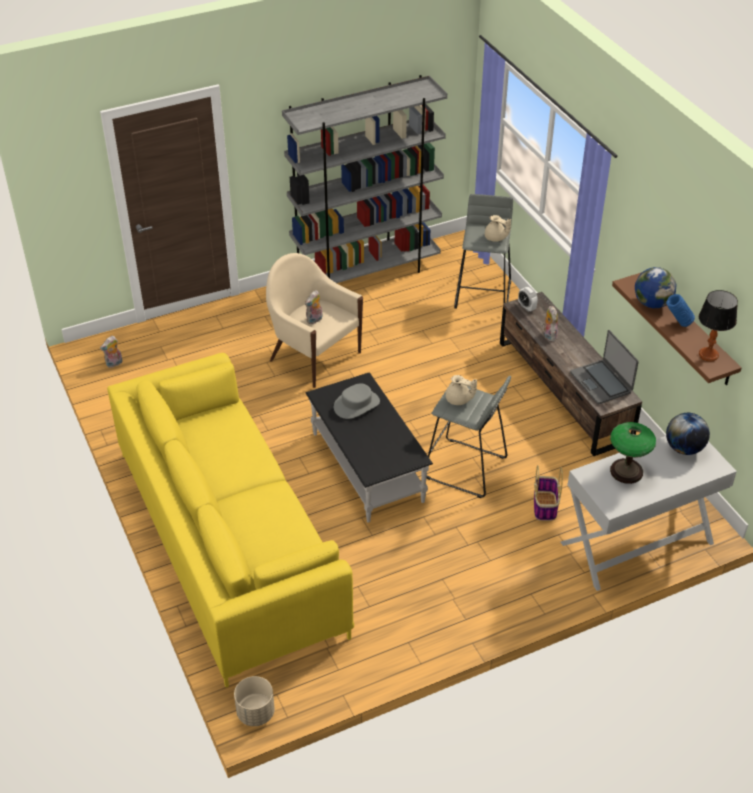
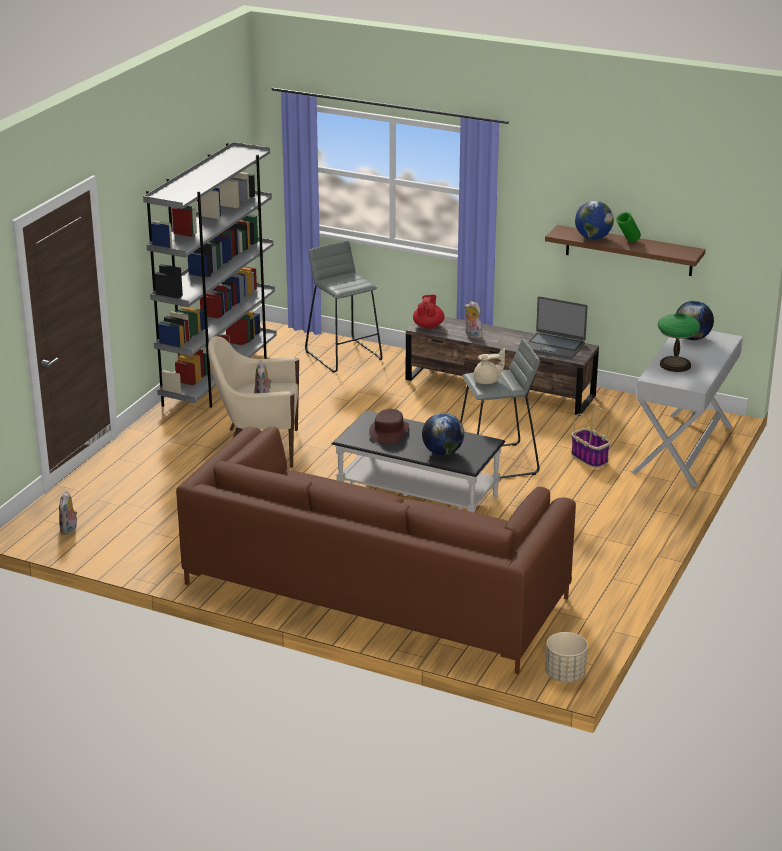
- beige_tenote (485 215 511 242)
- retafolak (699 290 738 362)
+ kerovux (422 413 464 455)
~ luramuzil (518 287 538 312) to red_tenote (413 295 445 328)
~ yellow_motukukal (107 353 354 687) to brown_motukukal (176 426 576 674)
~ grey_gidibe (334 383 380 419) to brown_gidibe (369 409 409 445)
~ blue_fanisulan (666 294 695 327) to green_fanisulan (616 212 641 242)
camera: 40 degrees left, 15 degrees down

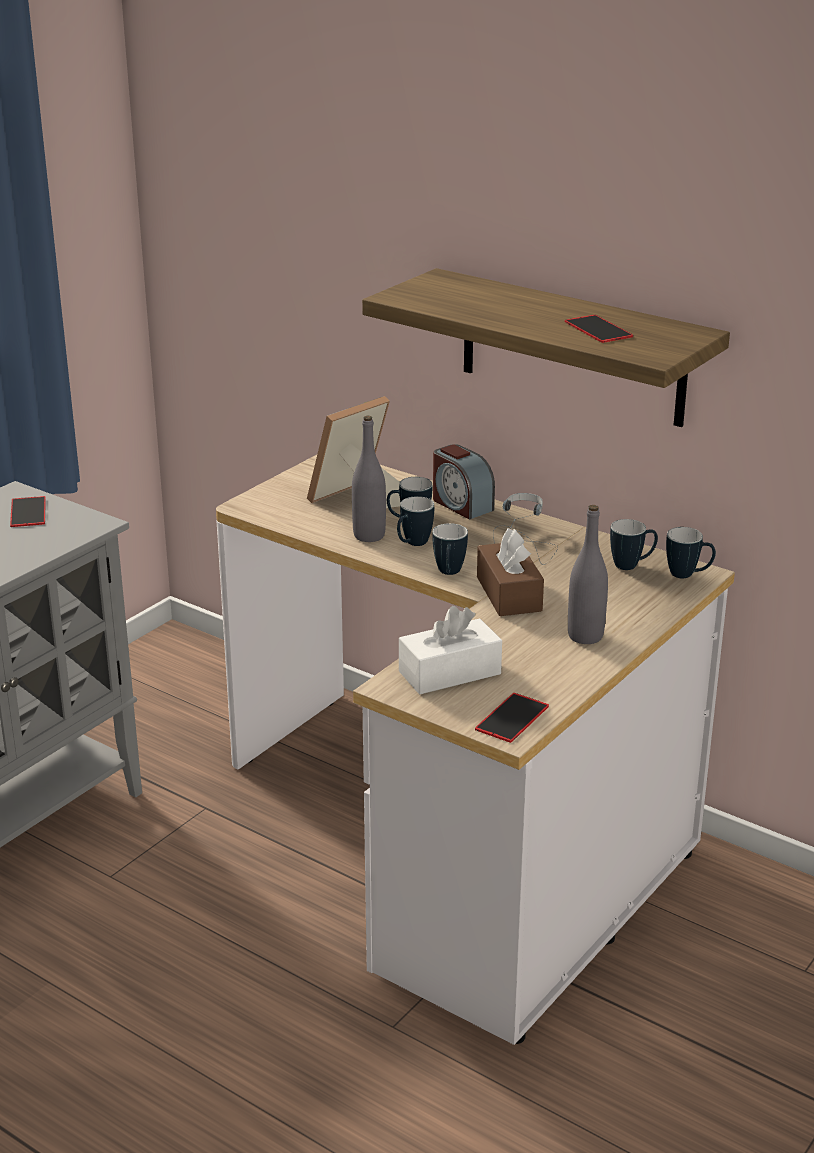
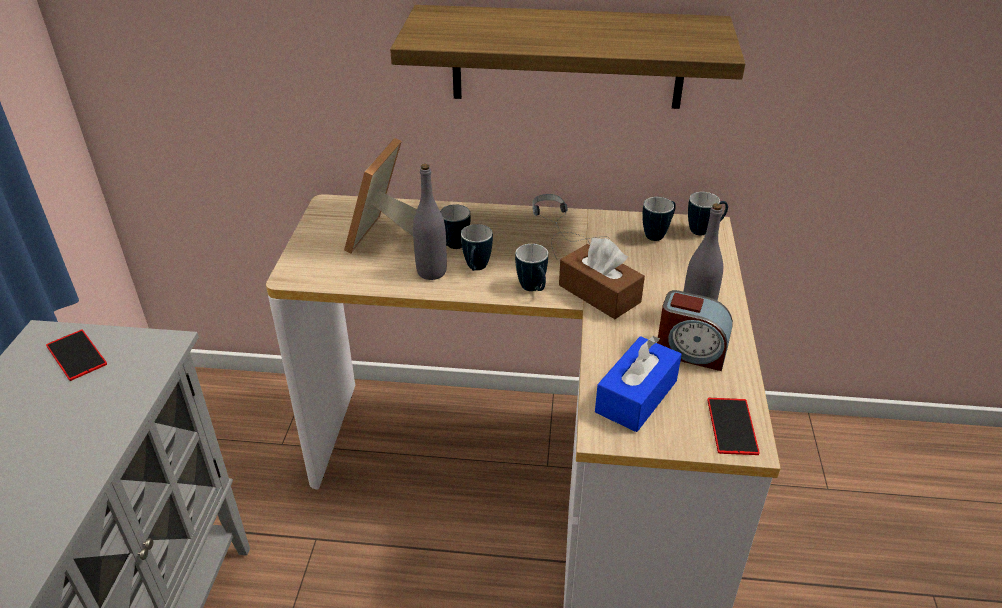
- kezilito (565 315 633 343)
~ luramuzil (433 444 495 519) to (657 290 733 371)
~ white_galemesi (399 606 502 694) to blue_galemesi (595 336 682 432)
camera: 30 degrees left, 10 degrees up

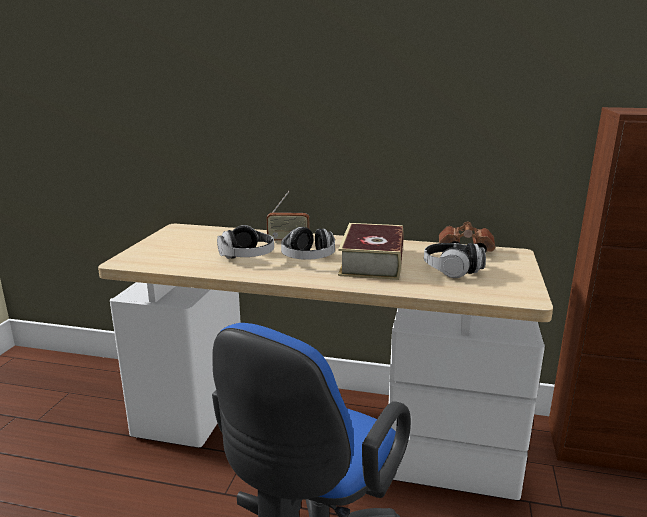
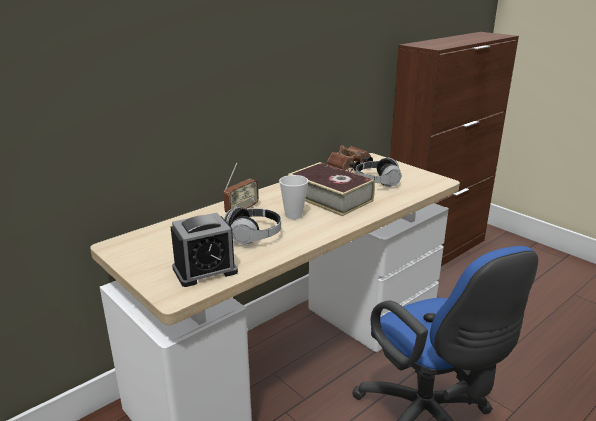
+ luramuzil (171 213 238 287)
~ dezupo (281 227 335 260) to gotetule (279 175 308 219)
camera: 55 degrees left, 5 degrees up

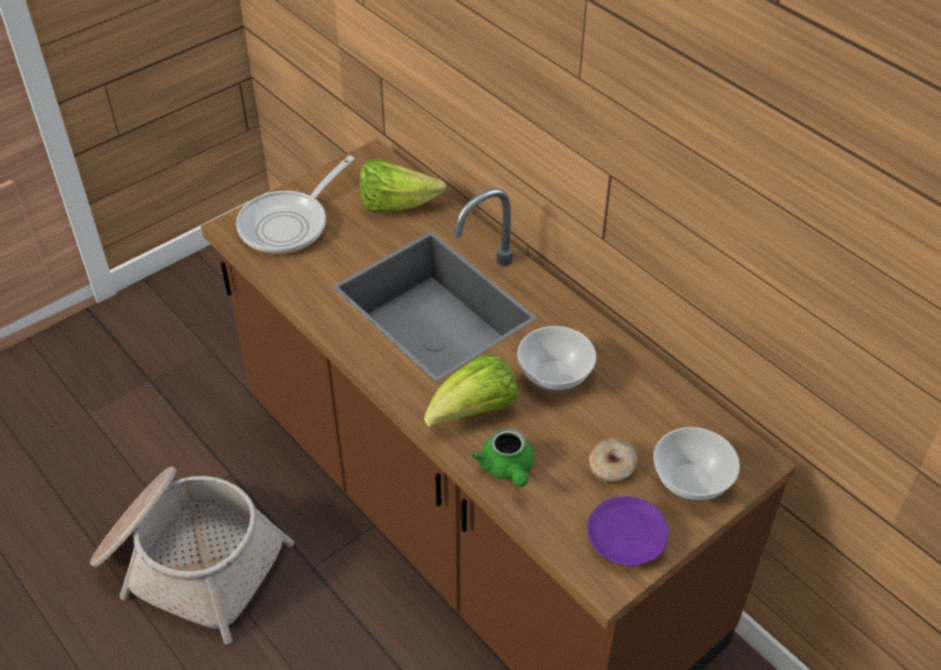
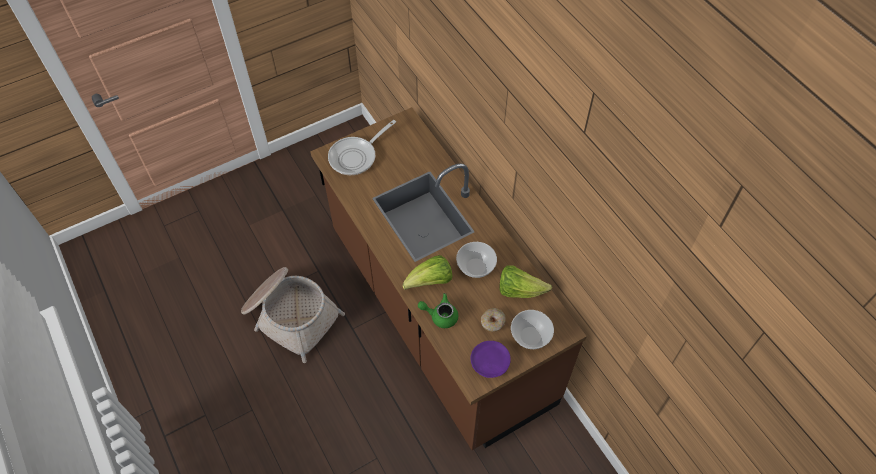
~ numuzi (360 159 446 213) to (499 265 552 298)
~ green_tenote (472 428 534 487) = (418 293 458 328) 105 degrees clockwise
camera: 10 degrees right, 10 degrees up

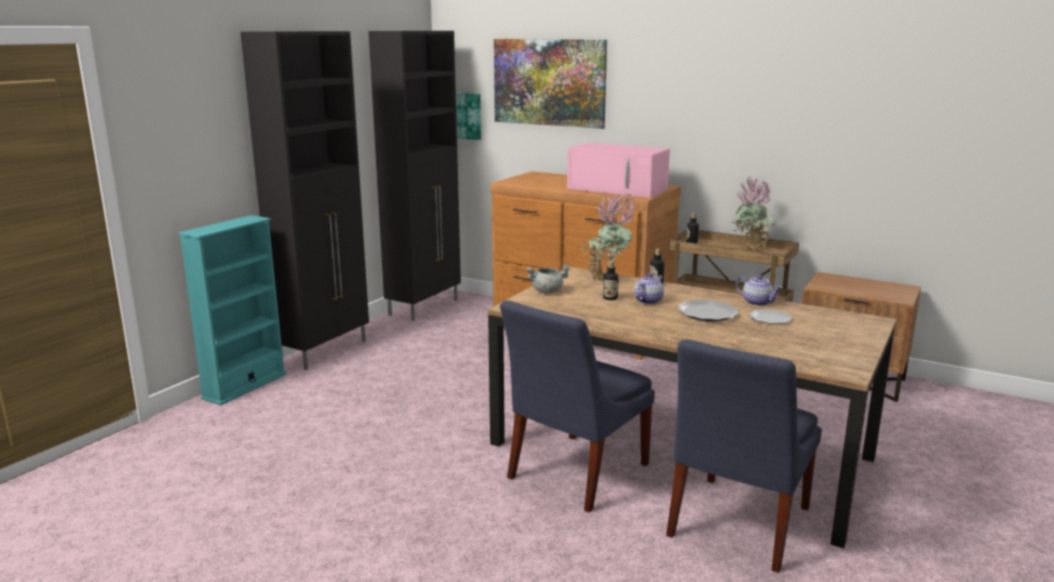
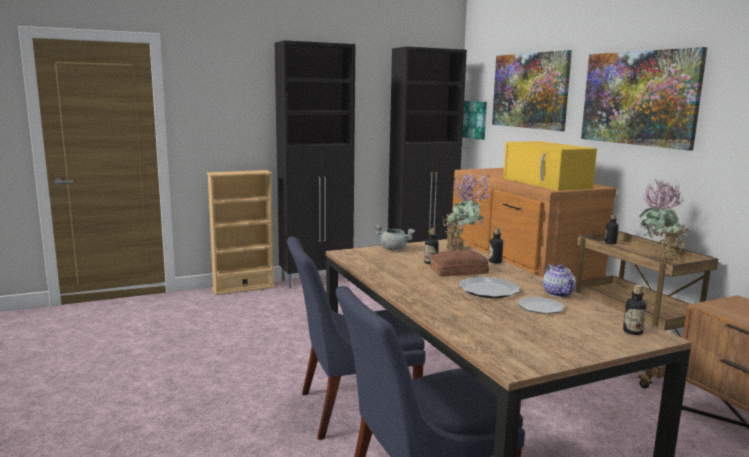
+ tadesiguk (581 47 708 151)
+ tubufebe (623 285 647 335)
~ tenote (634 274 664 304) to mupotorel (430 250 489 276)
~ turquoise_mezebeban (178 215 287 405) to beige_mezebeban (206 170 275 295)
~ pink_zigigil (567 142 670 198) to yellow_zigigil (503 141 597 191)
camera: 35 degrees right, 5 degrees down

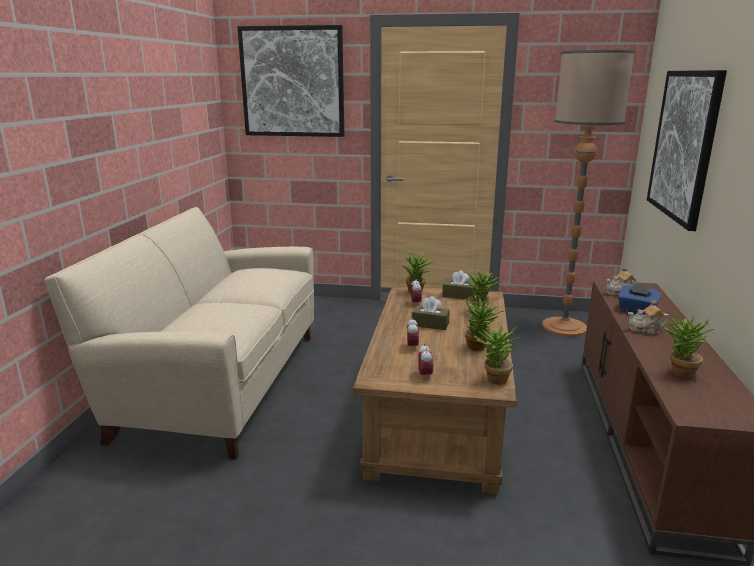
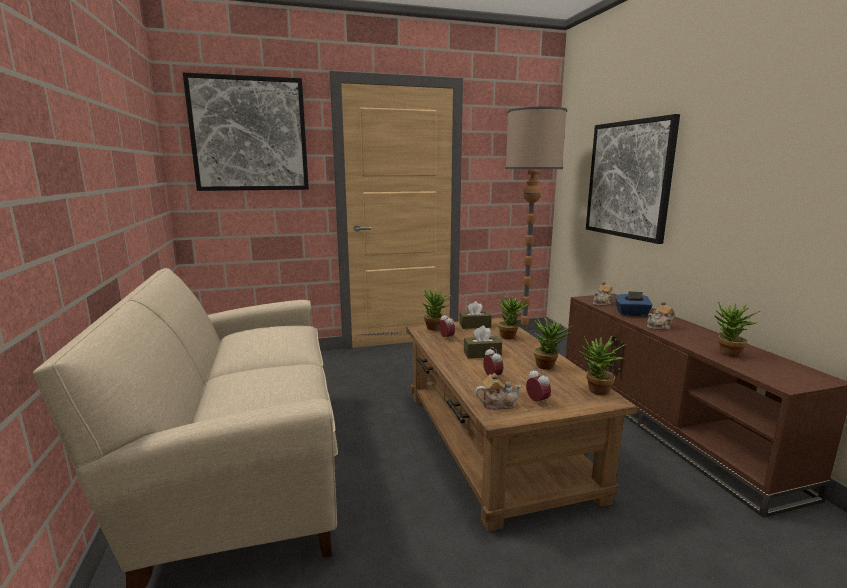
+ tenote (475 373 522 410)
camera: 25 degrees left, 5 degrees down

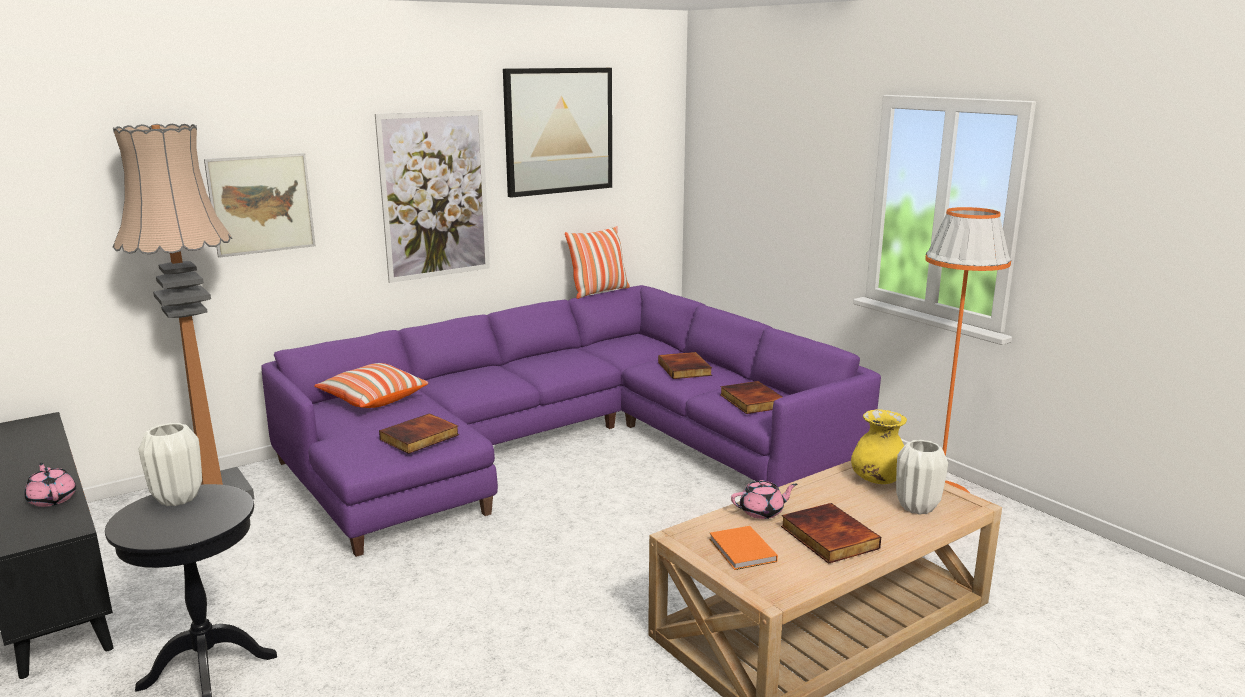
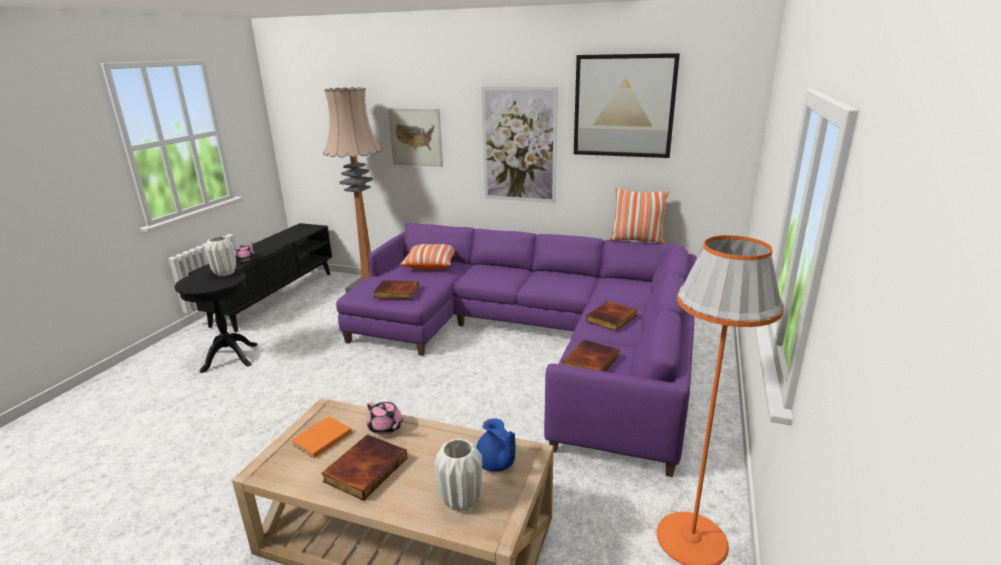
~ yellow_fanisulan (851 409 907 484) to blue_tenote (476 418 516 472)
camera: 55 degrees right, 5 degrees up

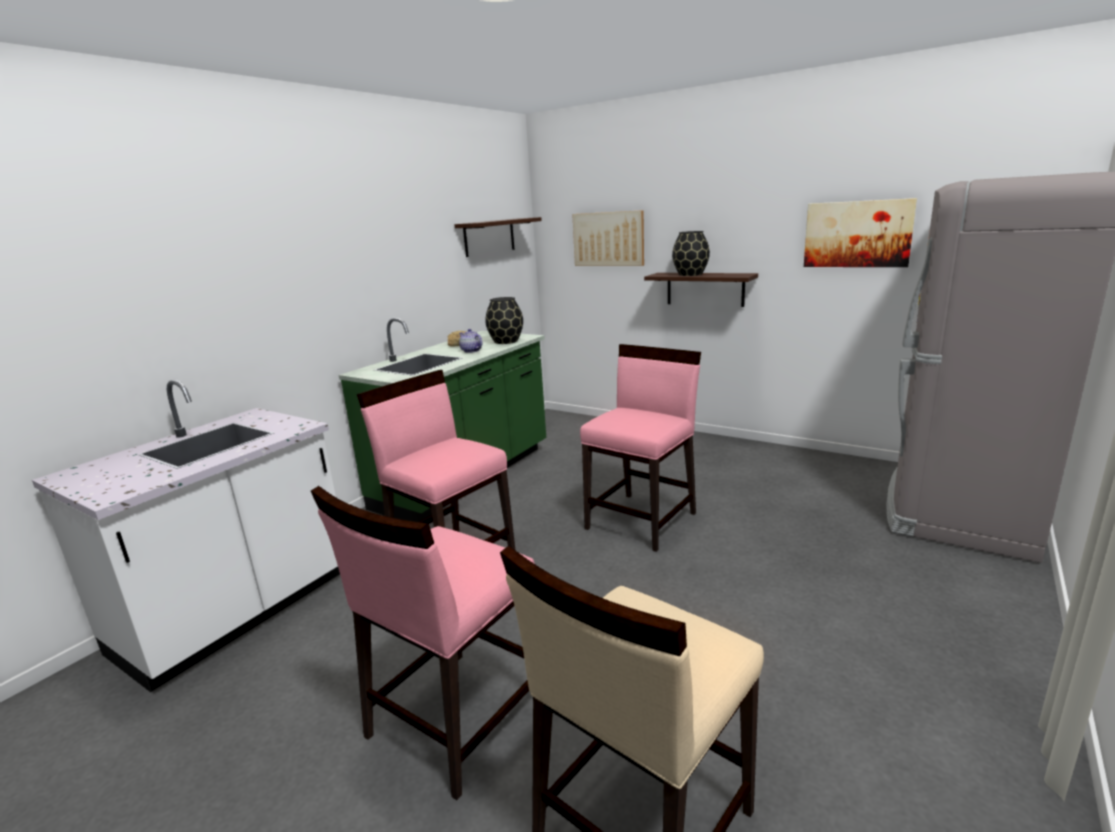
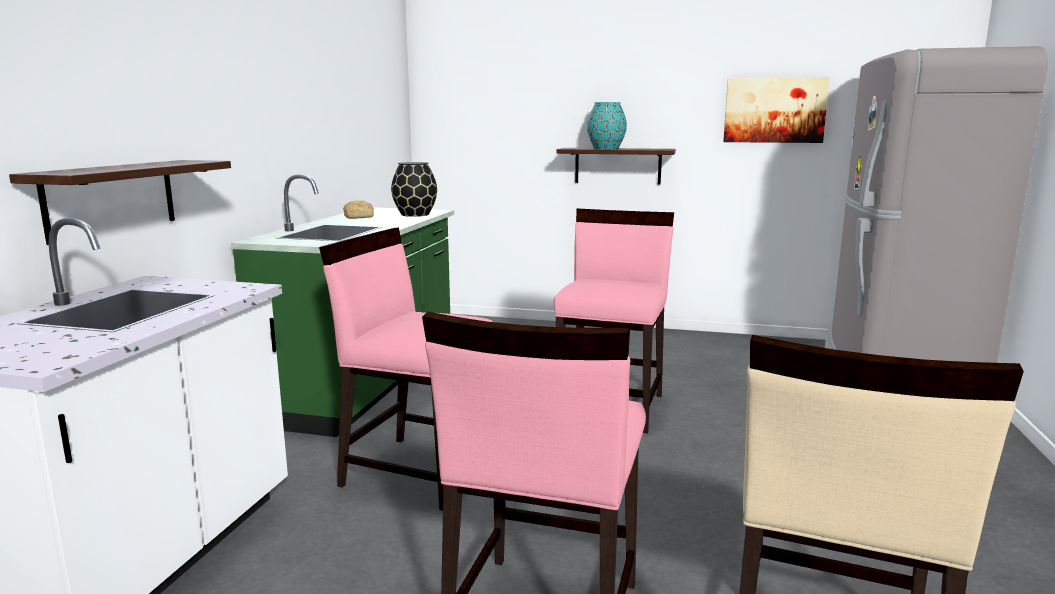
- tenote (459 329 482 353)
- tadesiguk (572 210 644 266)
~ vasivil (454 217 542 257) to (9 160 231 245)
~ black_fanisulan (672 231 710 276) to turquoise_fanisulan (587 102 627 149)
camera: 20 degrees left, 5 degrees down

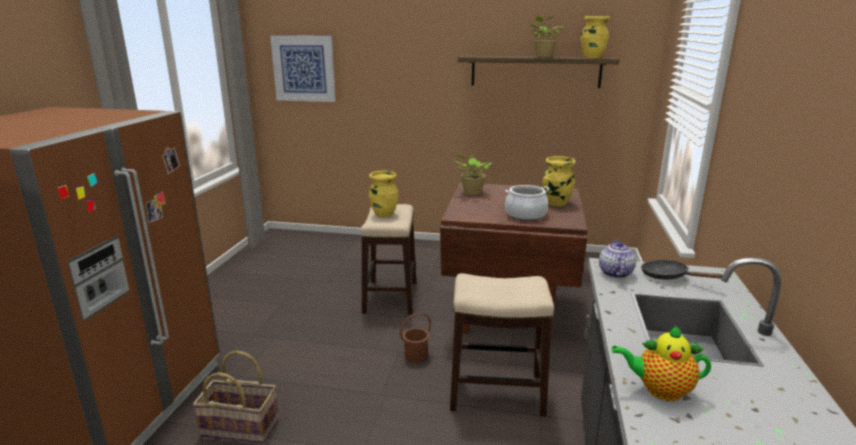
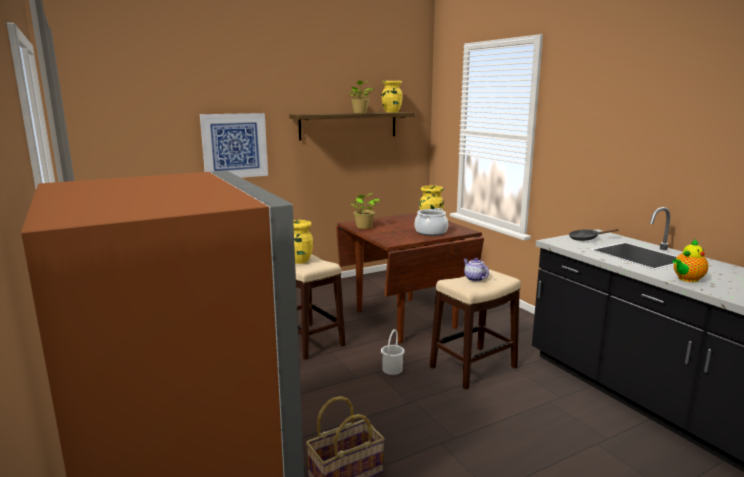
~ tadesiguk (270 35 336 102) to (200 113 268 178)
~ tenote (599 240 636 278) to (464 258 489 281)
~ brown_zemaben (400 313 431 363) to white_zemaben (381 329 405 375)
camera: 40 degrees left, 5 degrees down

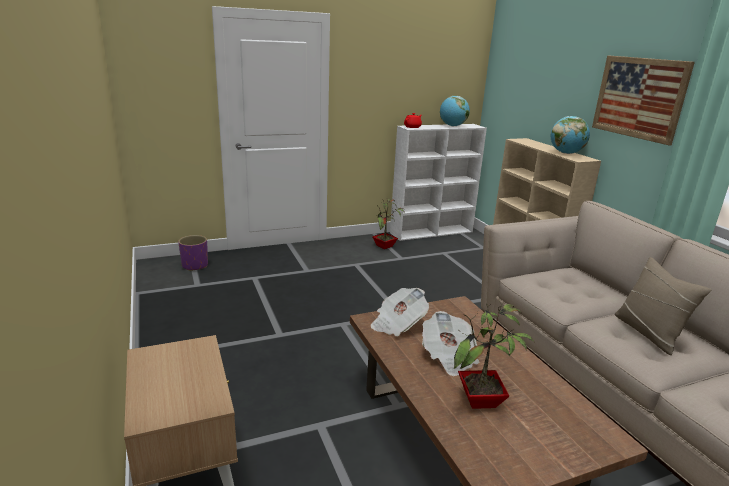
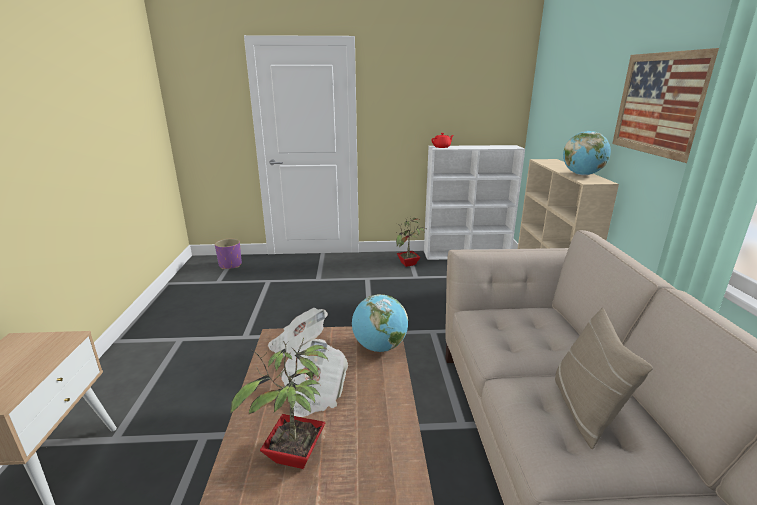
~ kerovux (440 96 470 126) to (352 294 408 352)
camera: 20 degrees right, 0 degrees up

